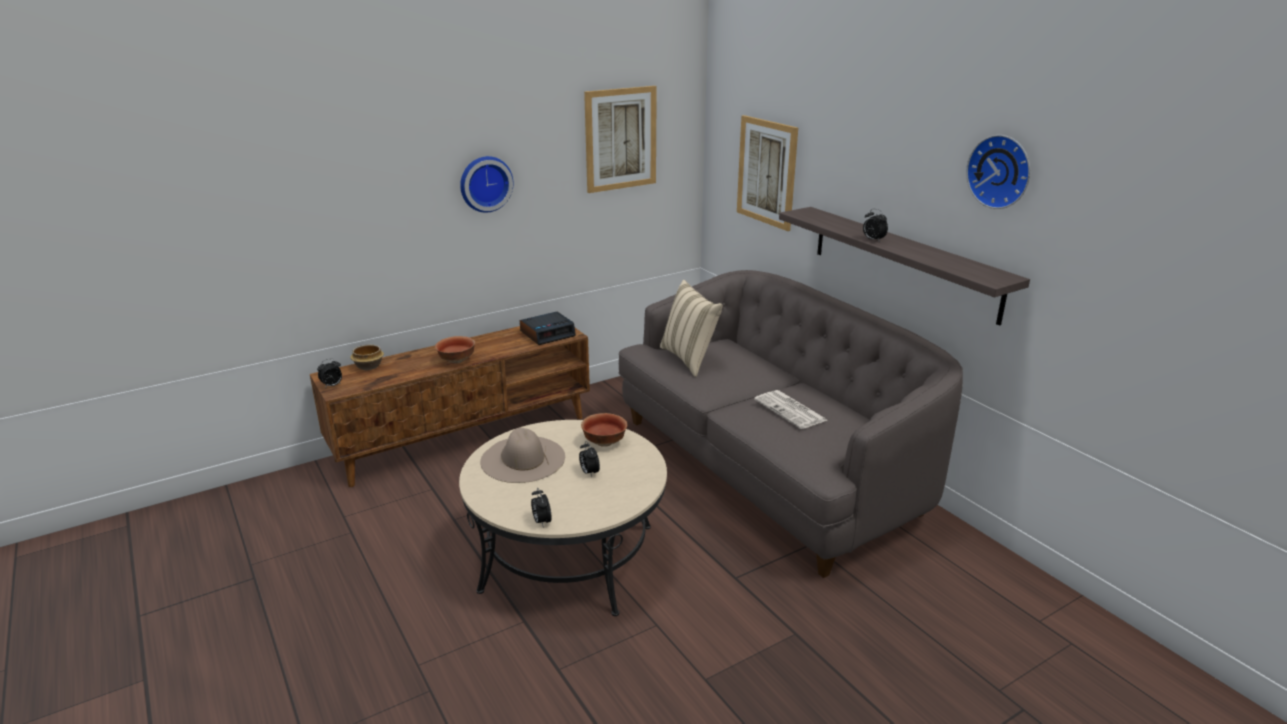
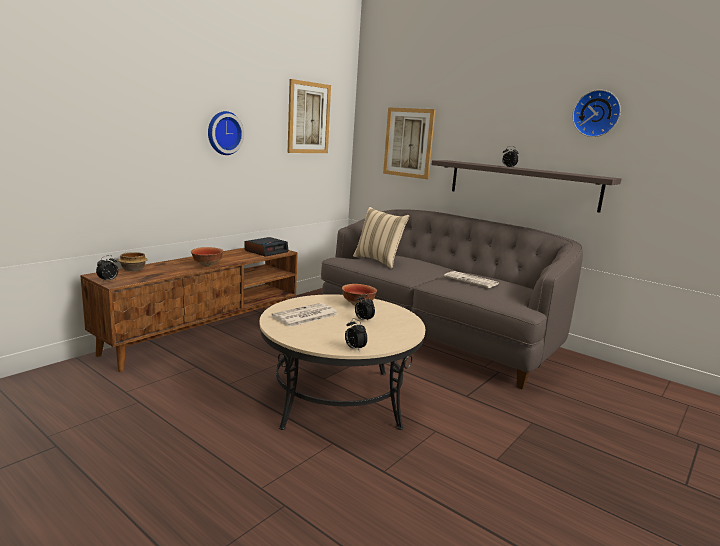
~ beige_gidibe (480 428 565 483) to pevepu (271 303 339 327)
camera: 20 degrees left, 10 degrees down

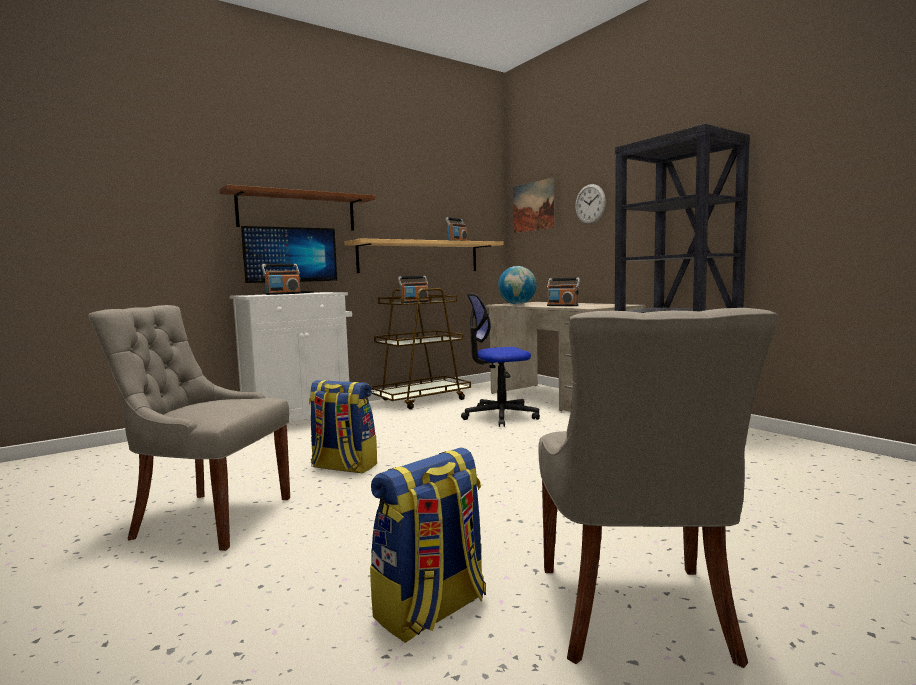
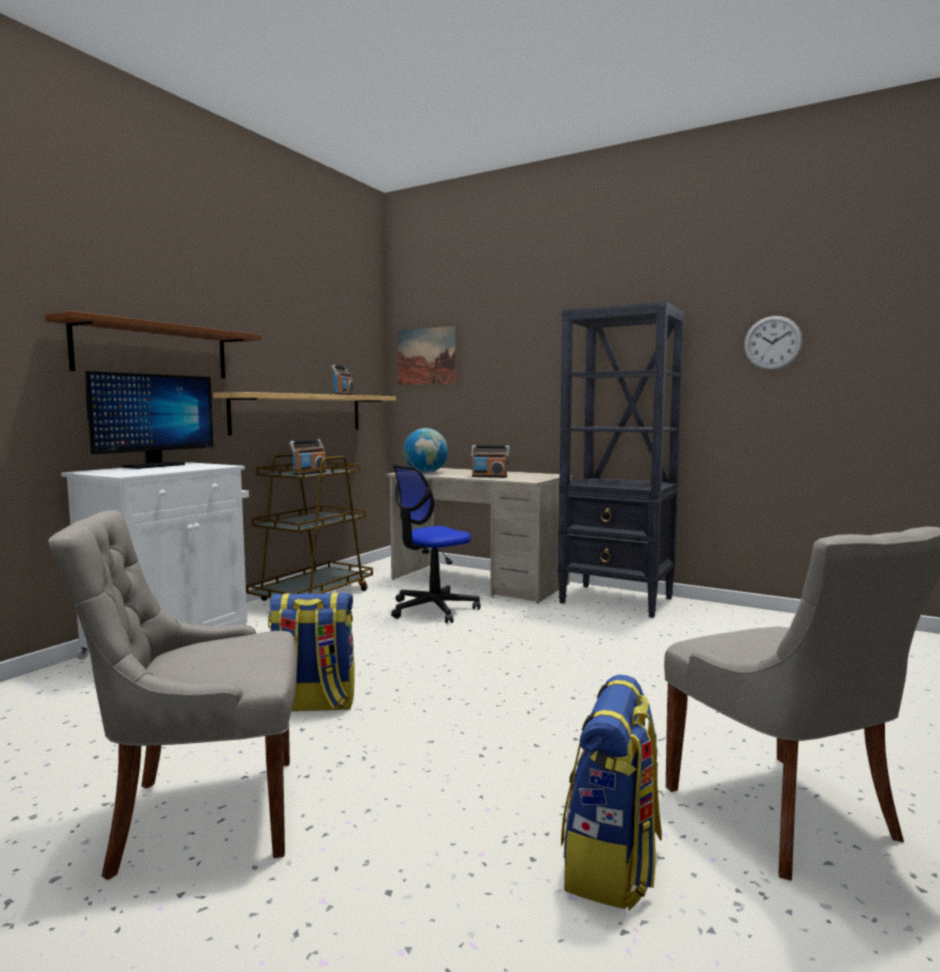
- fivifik (261 264 301 295)
~ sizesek (575 184 606 224) to (744 316 803 370)
camera: 25 degrees left, 0 degrees up

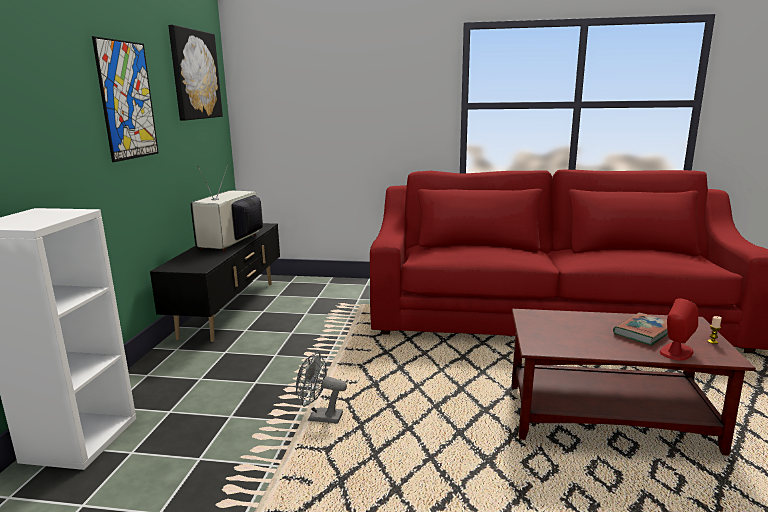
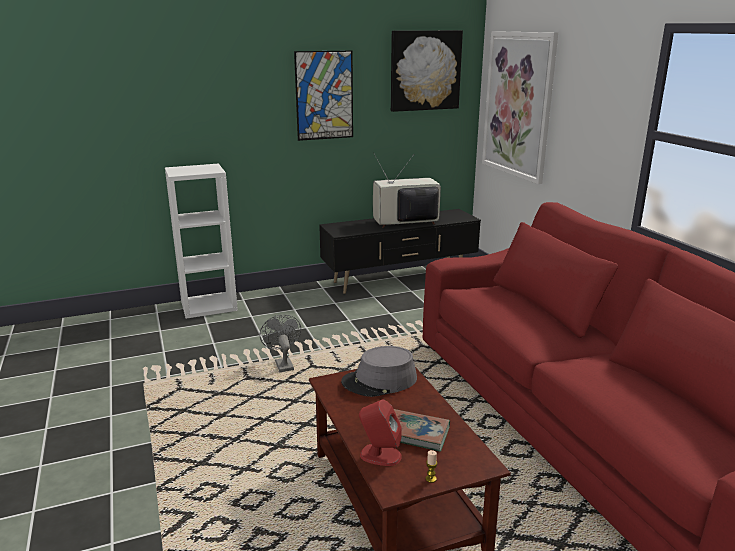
+ grey_gidibe (341 346 417 397)
+ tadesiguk (482 31 558 184)
camera: 60 degrees right, 5 degrees up

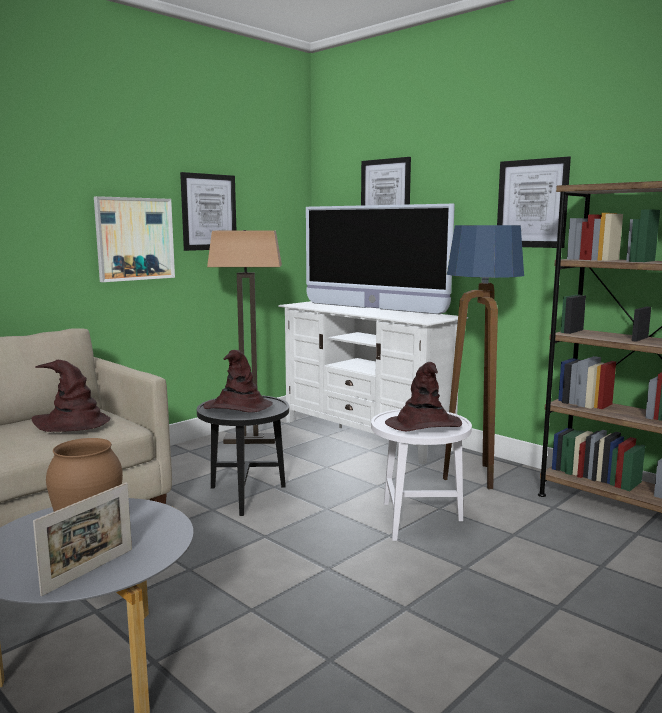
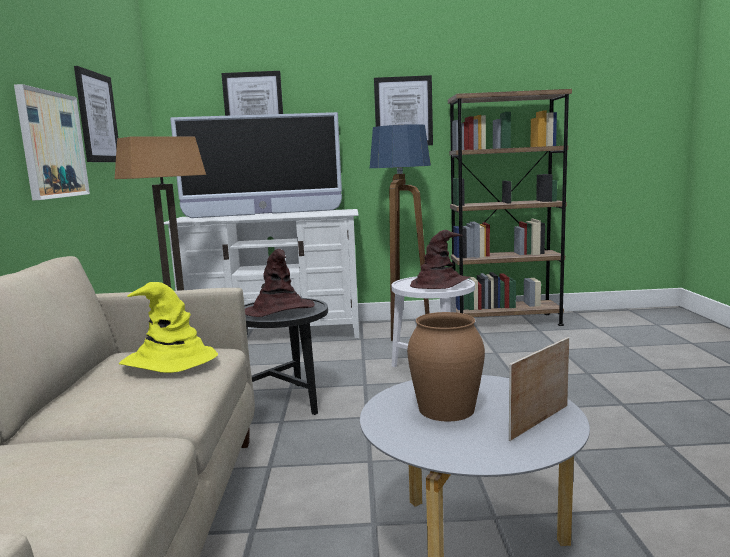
~ brown_gidibe (32 360 110 432) to yellow_gidibe (119 282 218 373)
~ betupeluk (33 482 132 596) = (509 337 569 441) 120 degrees counterclockwise
camera: 45 degrees left, 0 degrees up

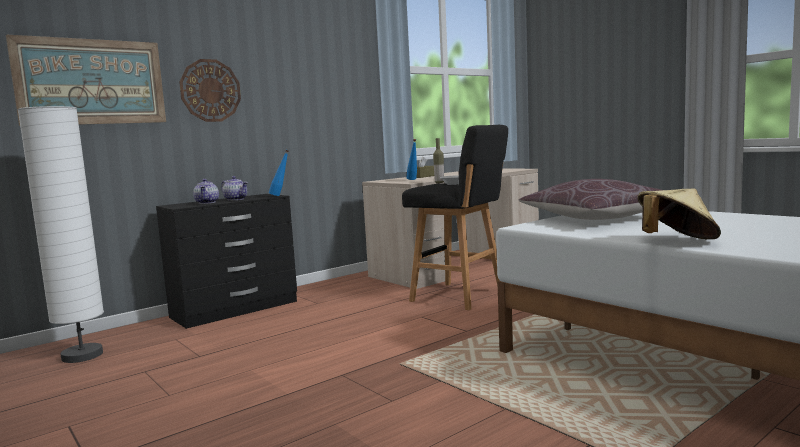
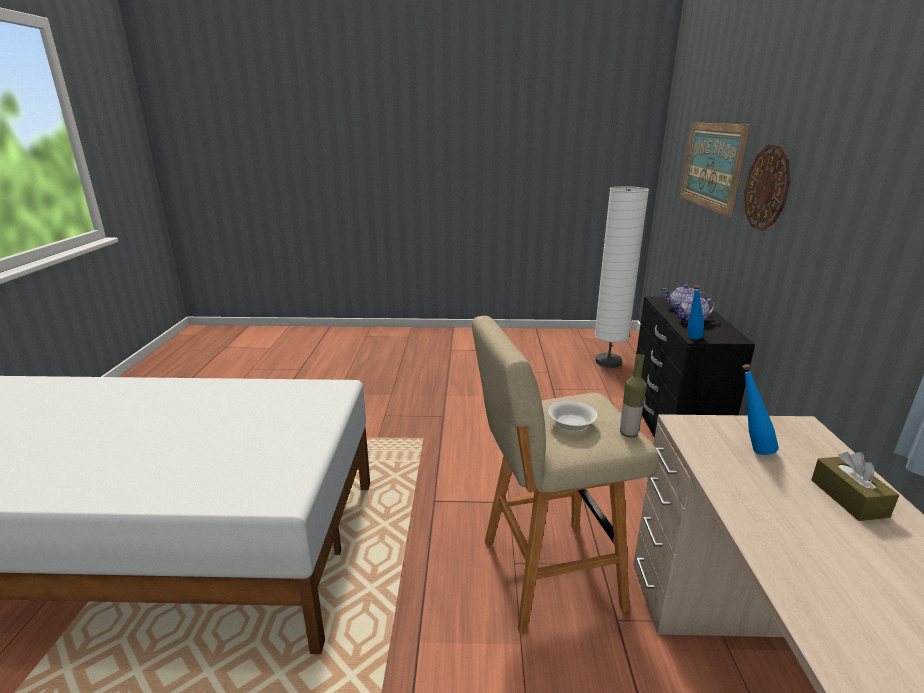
- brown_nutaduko (519 179 661 220)
- beige_gidibe (637 188 721 239)
~ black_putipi (402 125 508 310) to beige_putipi (472 316 659 635)
camera: 130 degrees right, 15 degrees up

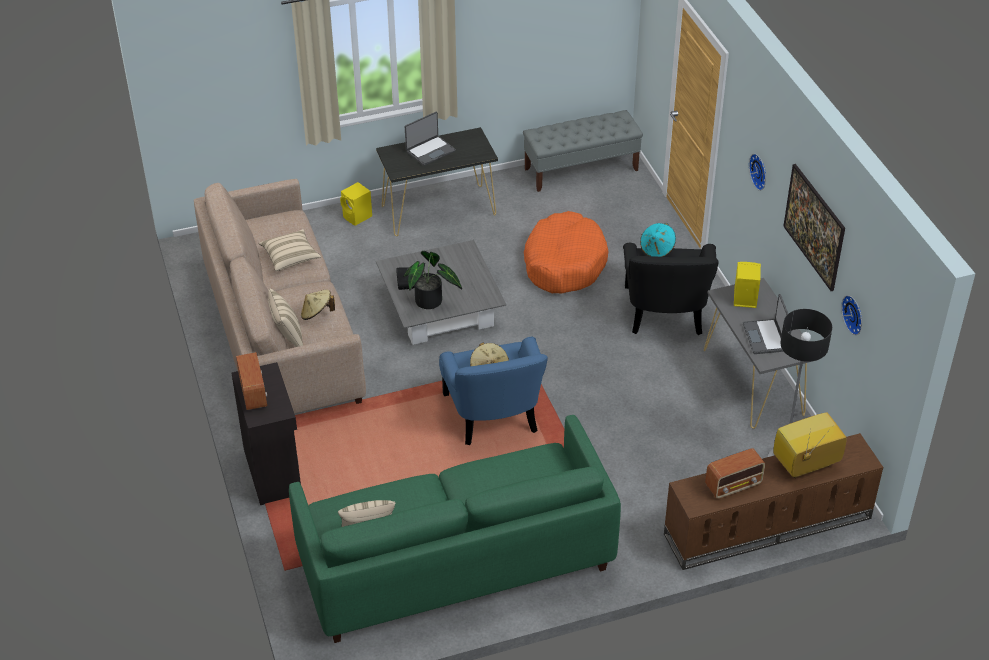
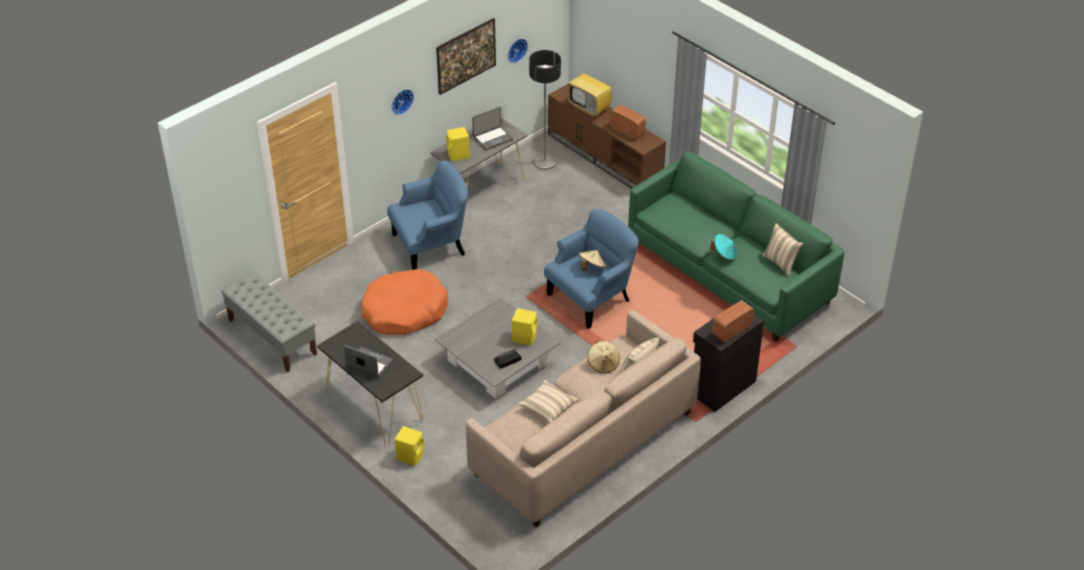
~ turquoise_gidibe (640 223 676 257) to (711 234 737 261)
~ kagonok (403 251 462 309) to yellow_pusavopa (512 308 538 345)
~ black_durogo (623 243 719 335) to blue_durogo (387 160 468 270)
camera: 115 degrees left, 0 degrees up

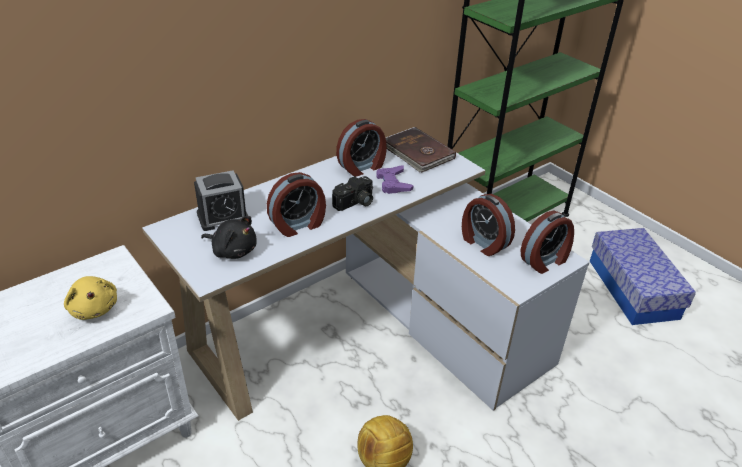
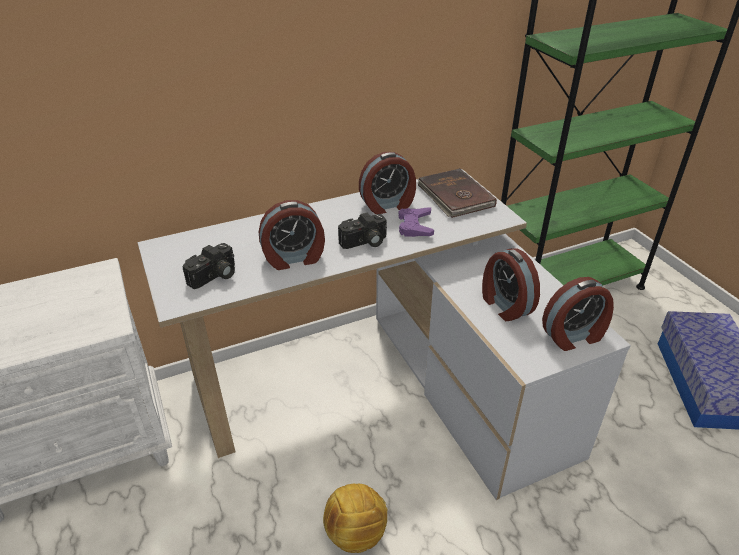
- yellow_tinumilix (64 276 117 320)
- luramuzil (194 170 248 231)
~ black_tinumilix (201 216 257 259) to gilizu (182 243 235 289)
camera: 15 degrees right, 0 degrees up

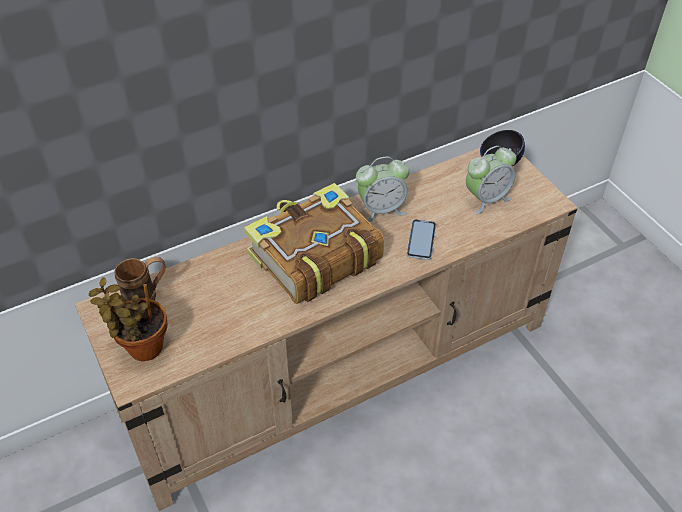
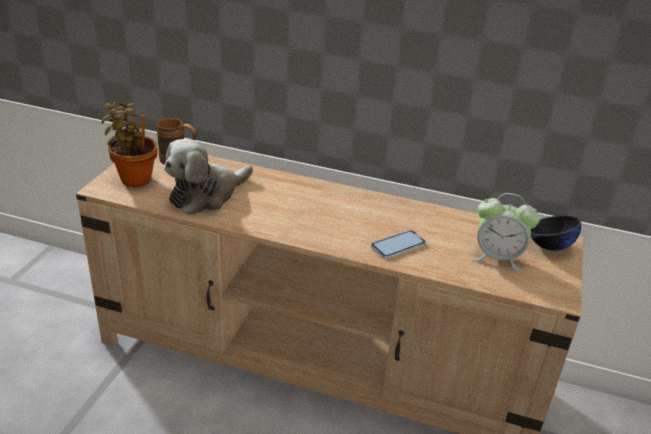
- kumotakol (244 183 384 304)
- luramuzil (356 157 410 222)
+ tinumilix (164 139 253 215)
camera: 45 degrees right, 15 degrees down

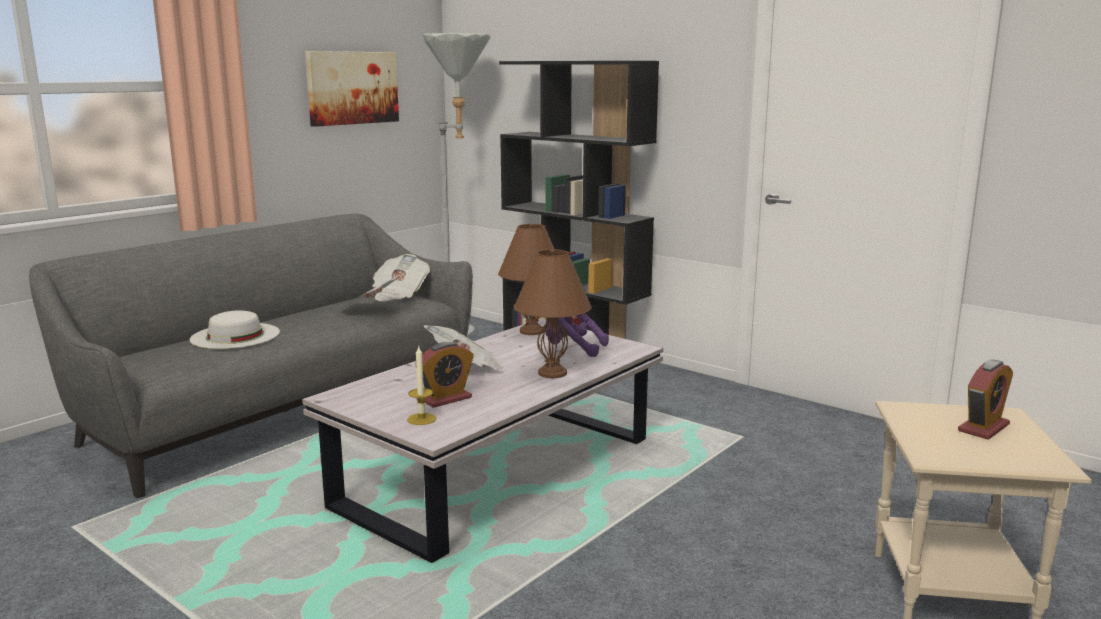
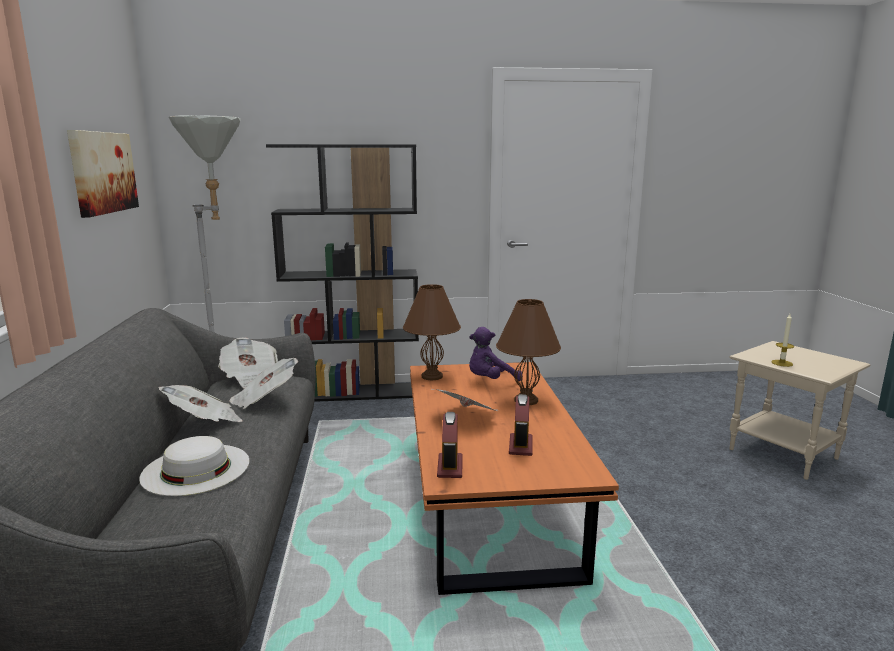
+ pevepu (159 385 242 422)
~ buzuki (407 345 437 425) to (771 314 794 367)
~ luramuzil (958 359 1013 439) to (437 412 462 478)
~ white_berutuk (302 319 663 563) to orange_berutuk (410 362 619 595)
camera: 45 degrees left, 0 degrees up

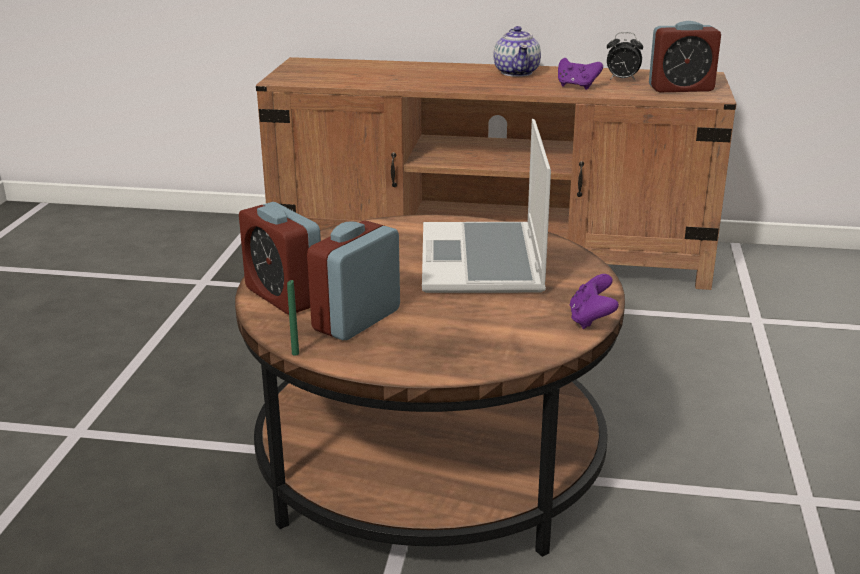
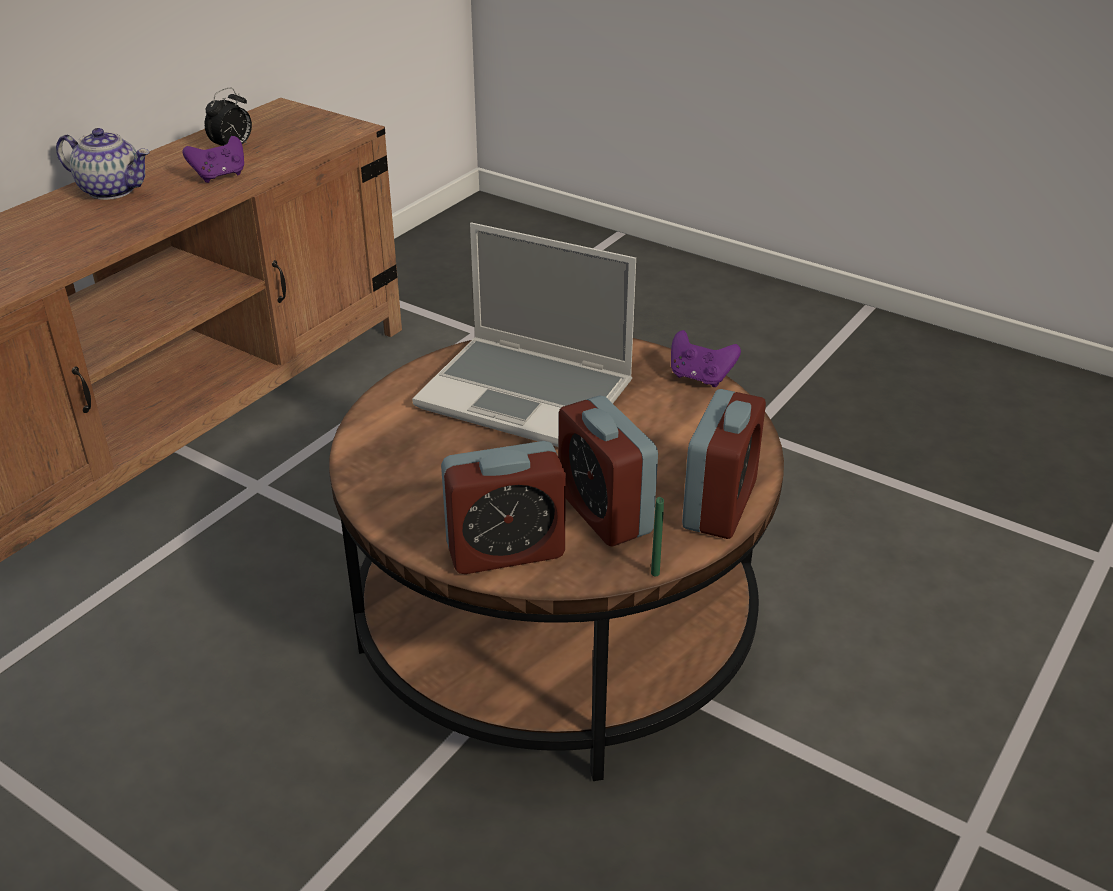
~ luramuzil (649 21 721 93) to (682 389 766 539)
camera: 65 degrees left, 10 degrees up

